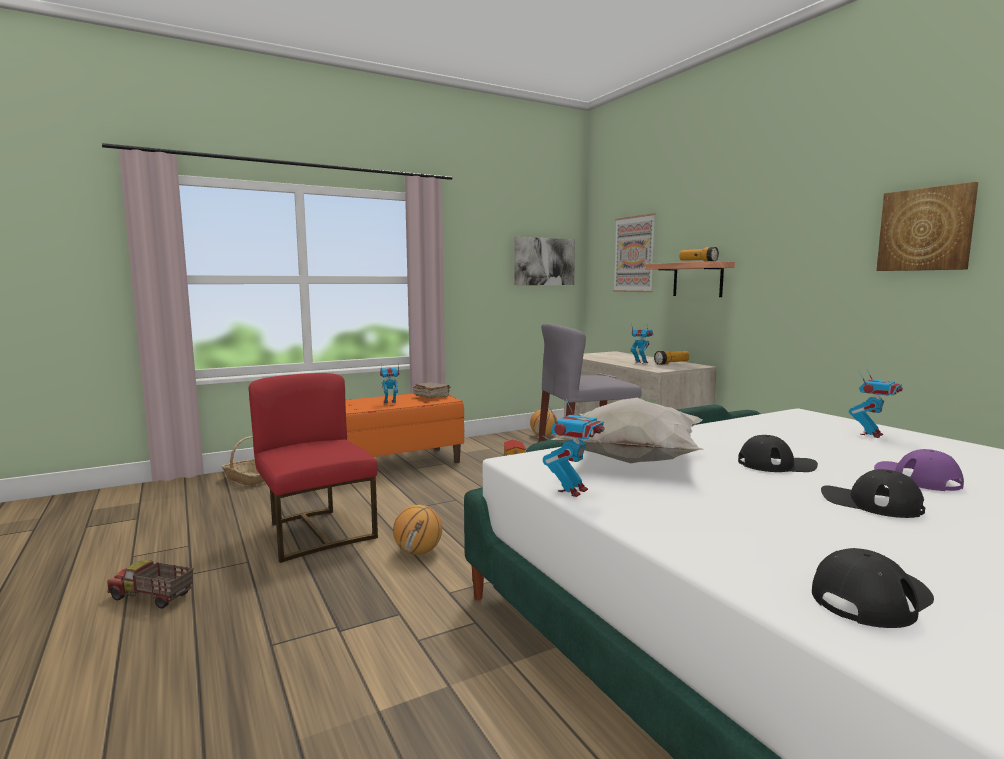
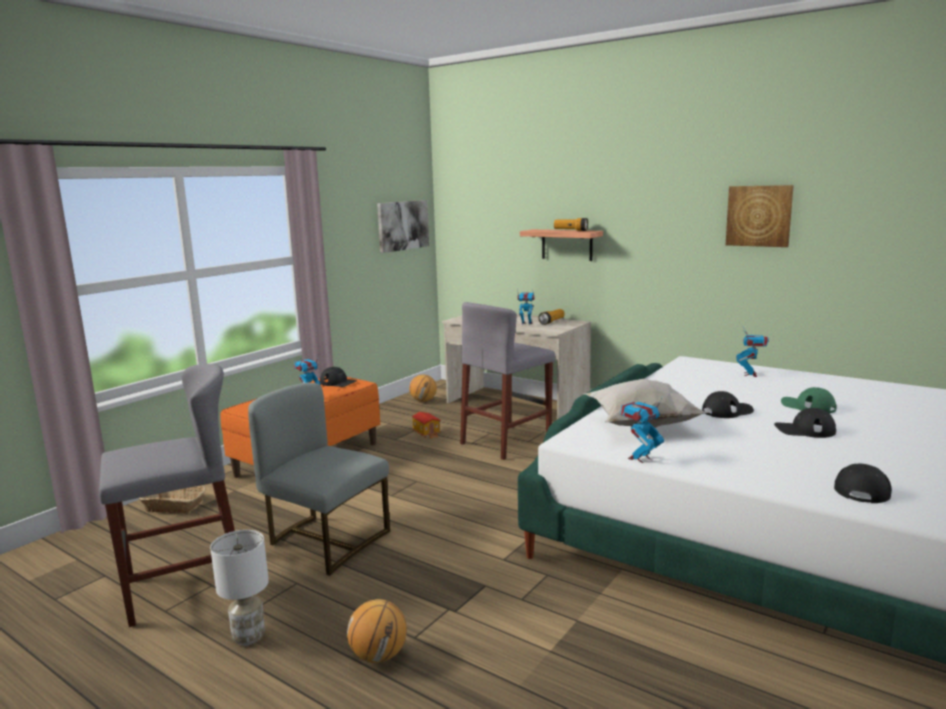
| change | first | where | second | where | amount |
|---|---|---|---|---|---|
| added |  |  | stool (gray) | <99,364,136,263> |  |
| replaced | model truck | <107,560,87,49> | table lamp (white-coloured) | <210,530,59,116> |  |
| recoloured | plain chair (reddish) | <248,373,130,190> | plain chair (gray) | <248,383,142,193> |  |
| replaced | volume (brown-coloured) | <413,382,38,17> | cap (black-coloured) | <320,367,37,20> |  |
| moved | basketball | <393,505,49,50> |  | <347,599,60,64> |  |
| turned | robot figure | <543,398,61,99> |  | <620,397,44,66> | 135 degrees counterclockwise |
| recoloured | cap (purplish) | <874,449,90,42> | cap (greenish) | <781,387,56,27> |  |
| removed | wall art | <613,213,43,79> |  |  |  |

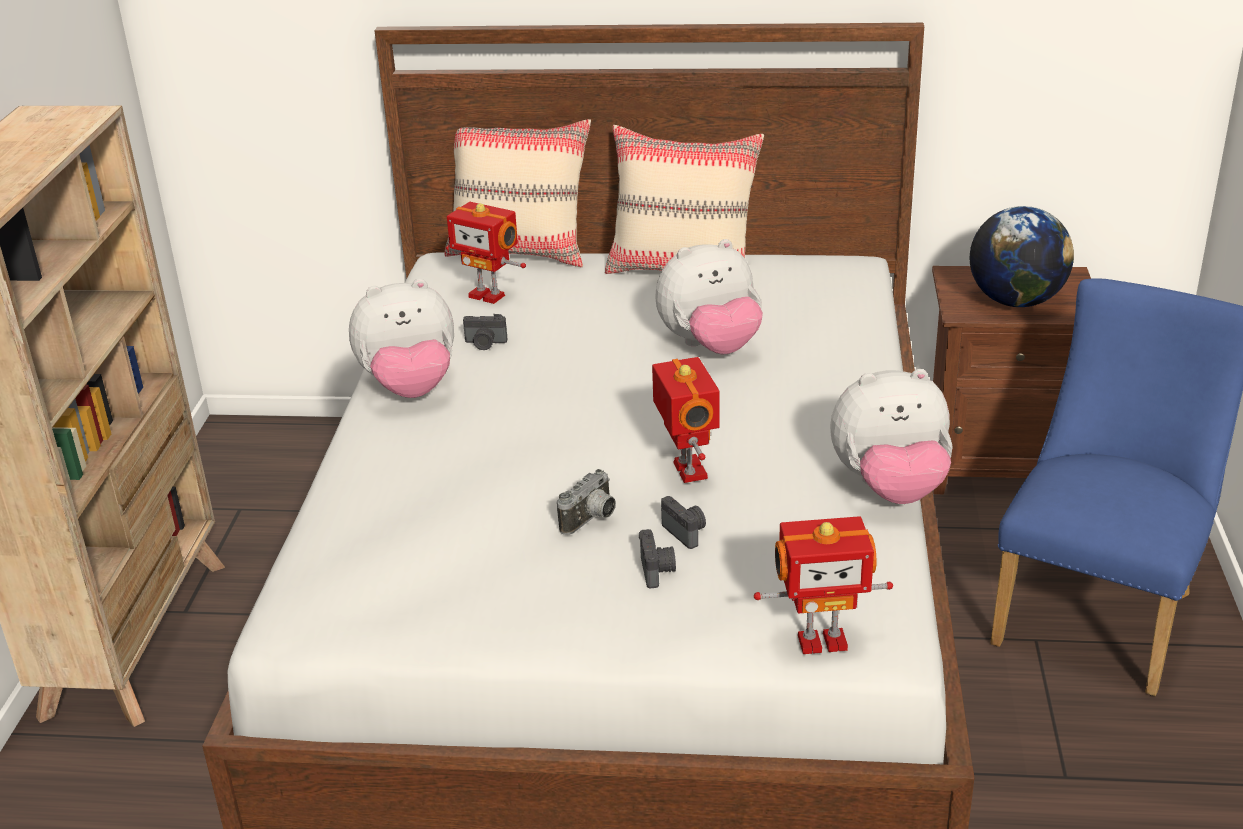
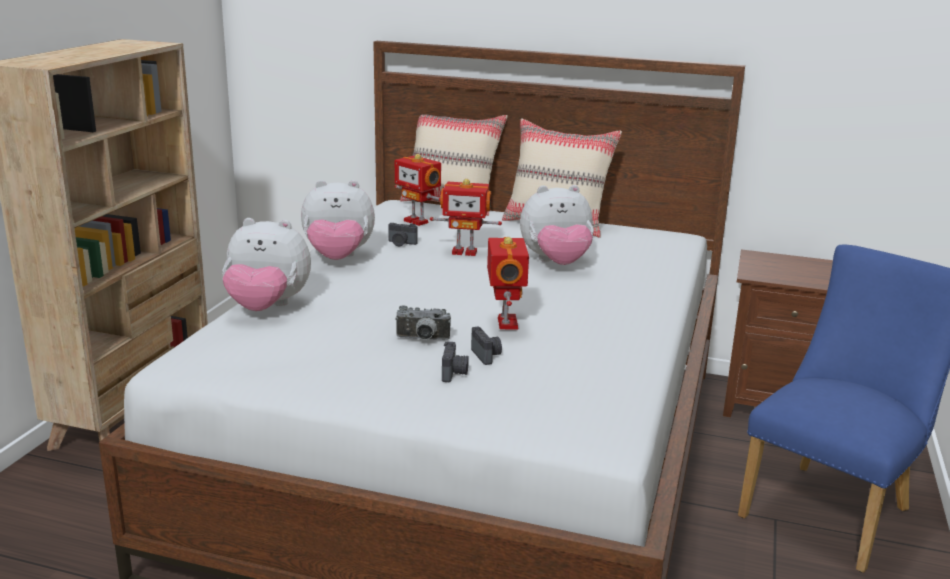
| change | first | where | second | where | amount |
|---|---|---|---|---|---|
| moved | plush toy | <830,369,123,135> |  | <222,218,89,93> |  |
| turned | photo camera | <557,469,59,66> |  | <395,306,56,34> | 45 degrees clockwise |
| moved | robot figure | <754,516,139,138> |  | <430,179,72,77> |  |
| removed | desk globe | <970,206,104,101> |  |  |  |

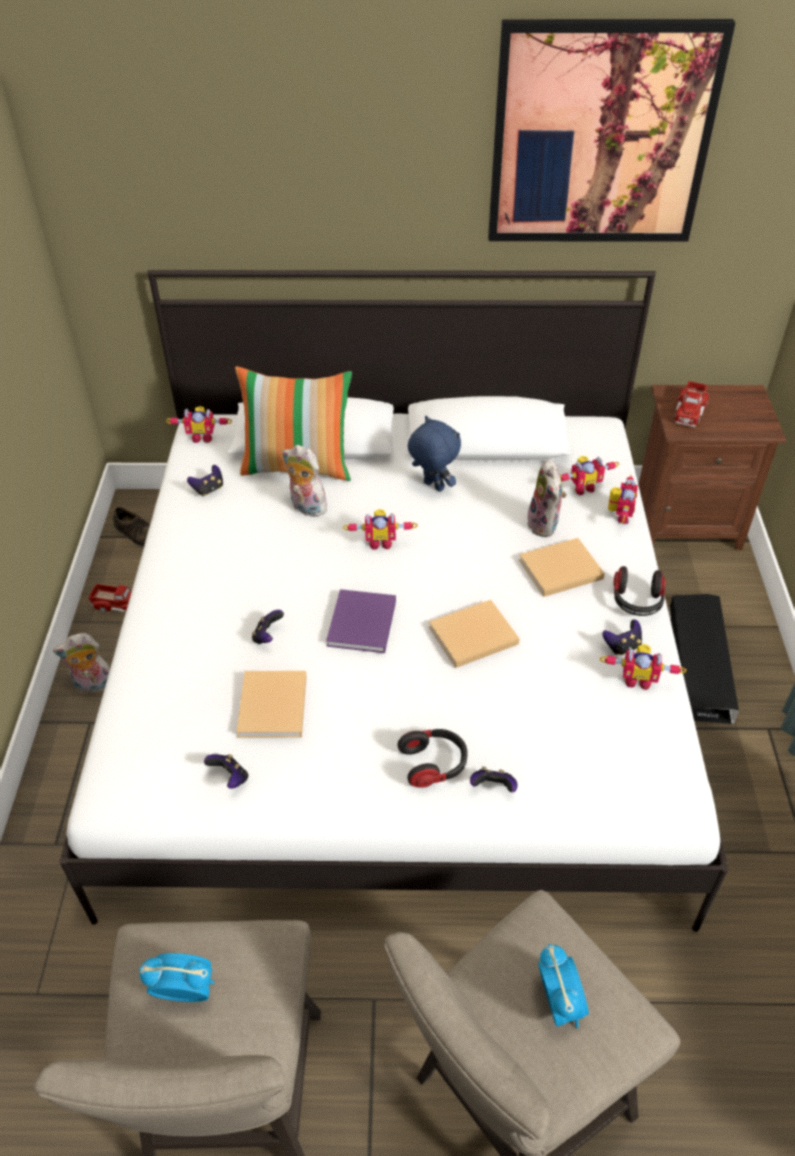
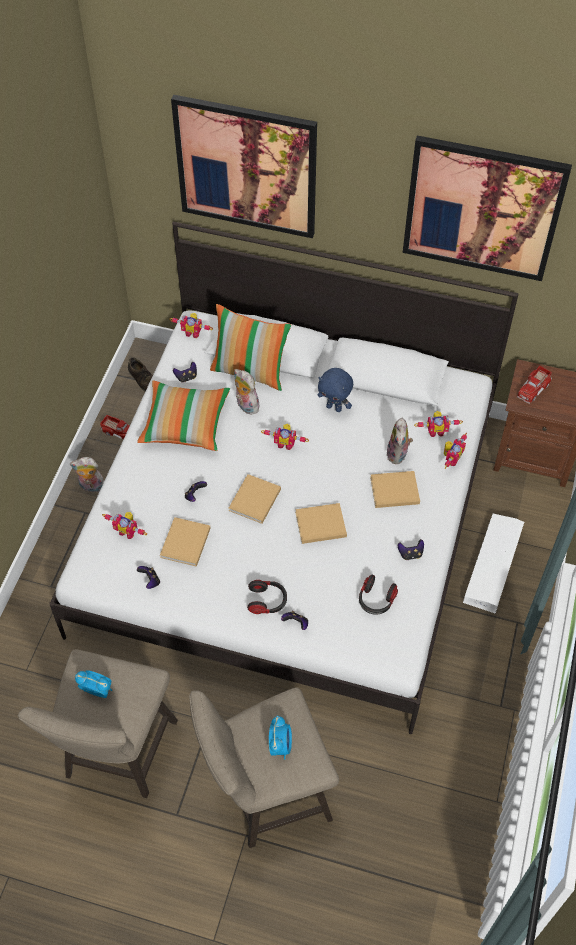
| change | first | where | second | where | amount |
|---|---|---|---|---|---|
| moved | robot figure | <599,644,88,46> |  | <102,512,45,27> |  |
| added |  |  | cushion | <137,381,93,70> |  |
| added |  |  | wall art | <171,95,146,143> |  |
| recoloured | volume (purplish) | <326,589,70,64> | volume (sand-coloured) | <229,474,52,50> |  |
| turned | plush toy (bluish) | <408,416,53,76> |  | <318,368,35,44> | 150 degrees clockwise |
| moved | headset | <613,566,53,50> |  | <359,575,39,40> |  |
| recoloured | storage box (black-coloured) | <669,594,70,131> | storage box (white-coloured) | <463,514,61,100> |  |

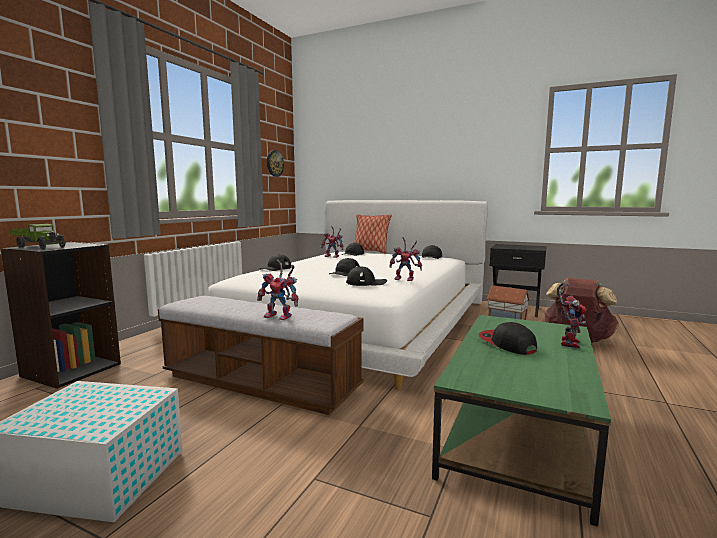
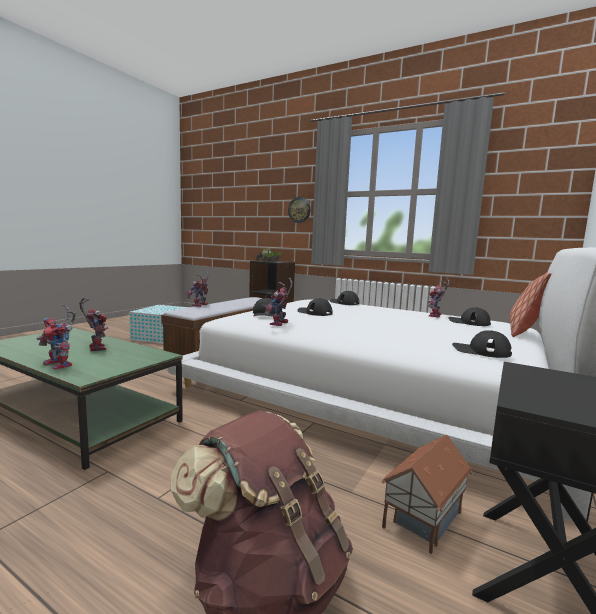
| change | first | where | second | where | amount |
|---|---|---|---|---|---|
| replaced | cap | <479,322,58,33> | robot figure | <79,298,29,53> |  |
| moved | wall clock | <267,150,17,27> |  | <288,197,23,26> |  |

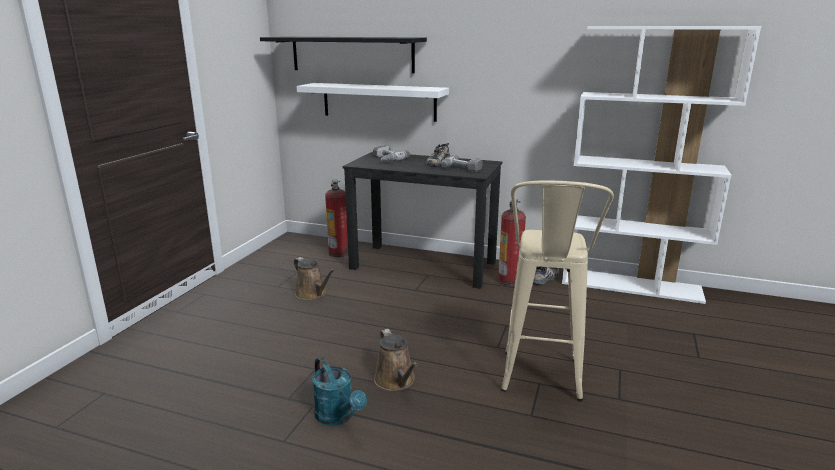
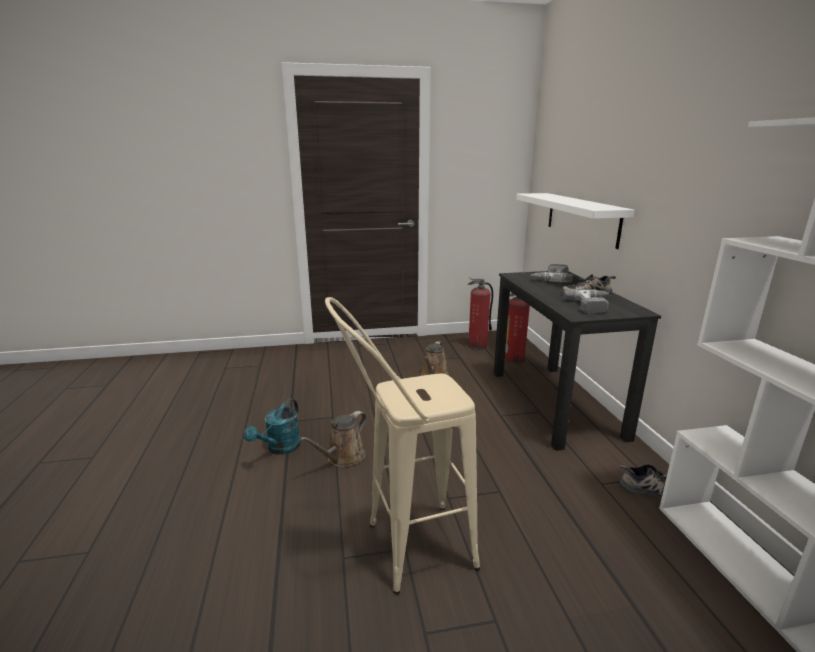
| change | first | where | second | where | amount |
|---|---|---|---|---|---|
| moved | extinguisher | <498,199,28,87> |  | <468,278,25,72> |  |
| removed | bracket shelf (black-coloured) | <260,37,167,37> |  |  |  |

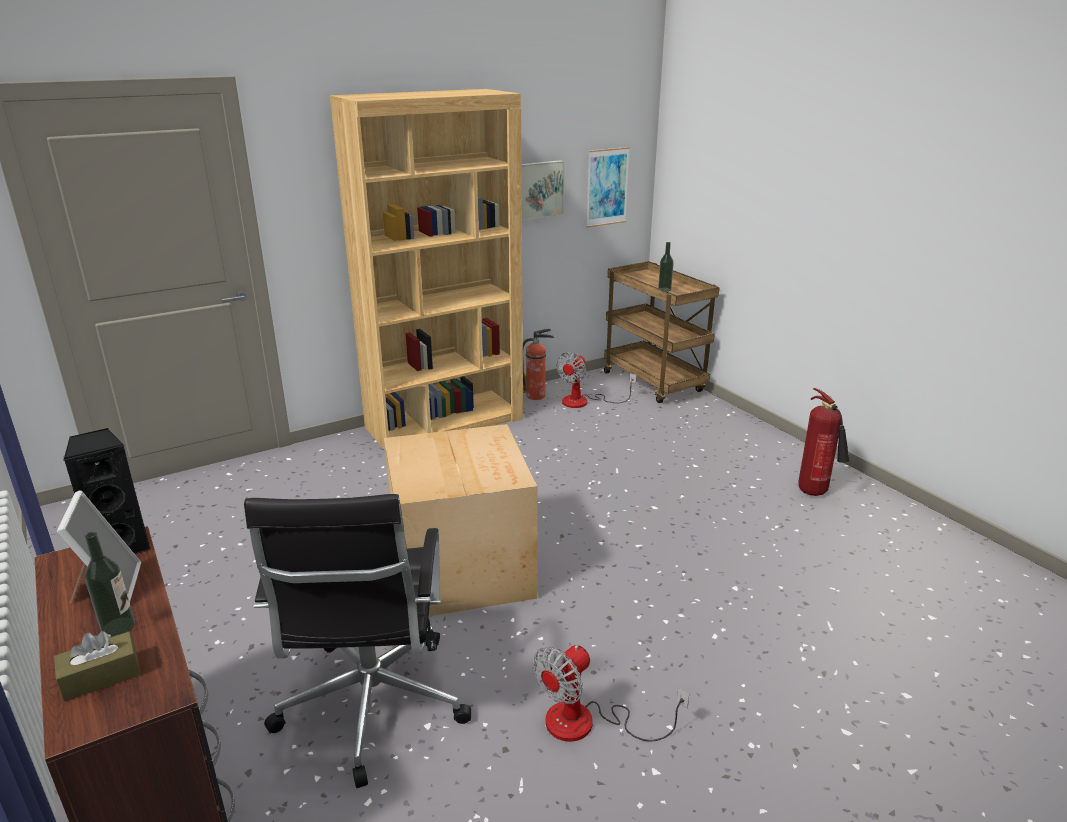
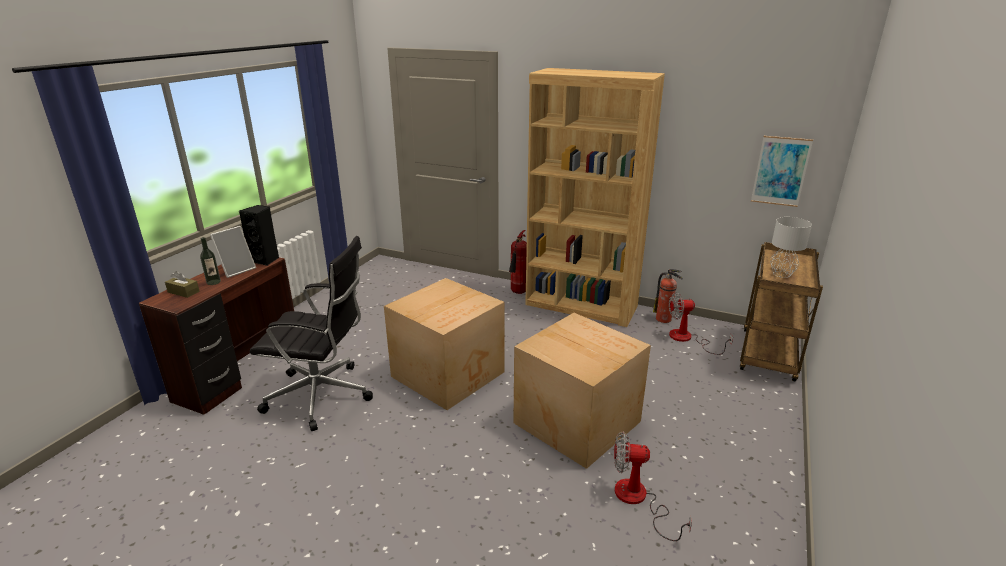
| change | first | where | second | where | amount |
|---|---|---|---|---|---|
| turned | computer chair (black-coloured) | <244,494,227,294> |  | <250,236,123,195> | 135 degrees counterclockwise |
| moved | extinguisher | <799,388,50,108> |  | <509,230,18,64> |  |
| added |  |  | packing box | <513,313,138,156> |  |
| moved | cooling fan | <533,645,156,97> |  | <614,432,78,109> |  |
| replaced | beverage bottle | <658,242,16,50> | table lamp (gray) | <770,217,42,61> |  |
| removed | wall art | <521,160,44,61> |  |  |  |

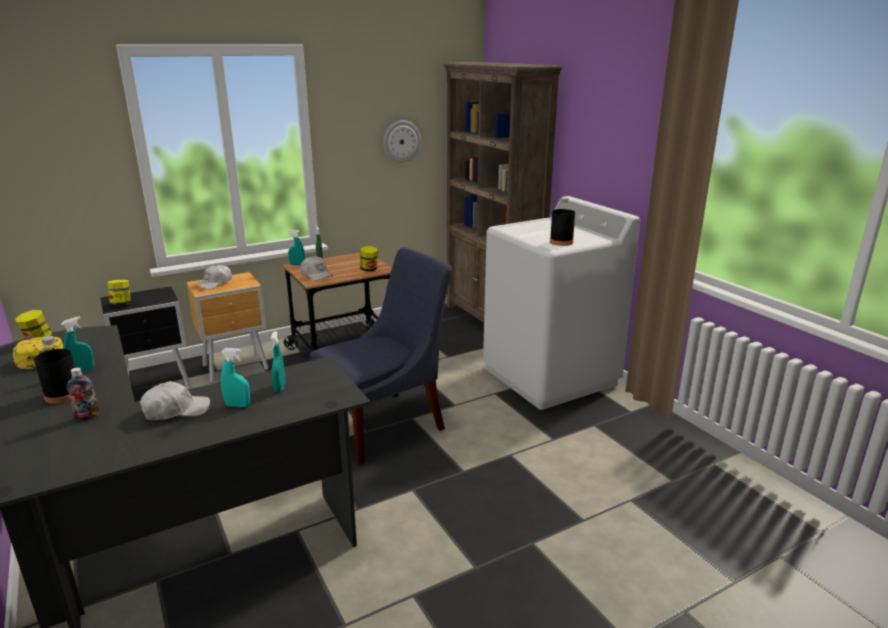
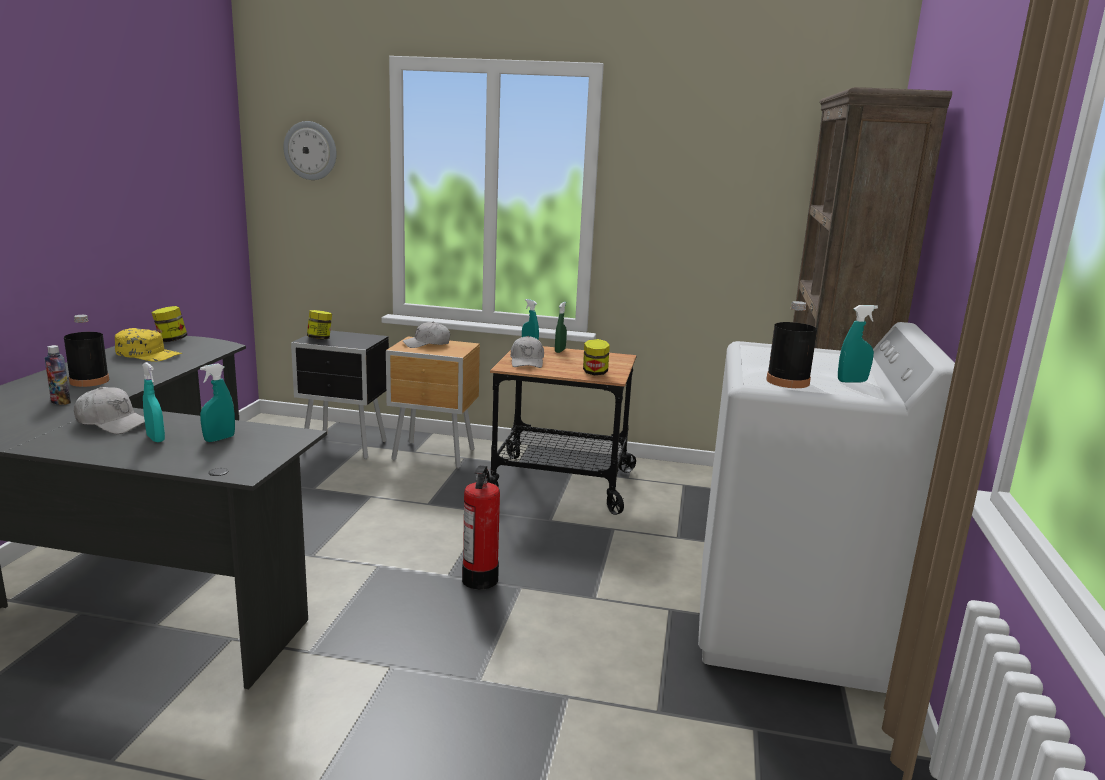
| change | first | where | second | where | amount |
|---|---|---|---|---|---|
| moved | wall clock | <383,120,38,43> |  | <283,121,54,59> |  |
| replaced | plain chair (bluish) | <309,247,143,217> | extinguisher | <462,466,38,124> |  |
| moved | spray bottle (turquoise-coloured) | <61,316,33,57> |  | <838,305,40,77> |  |

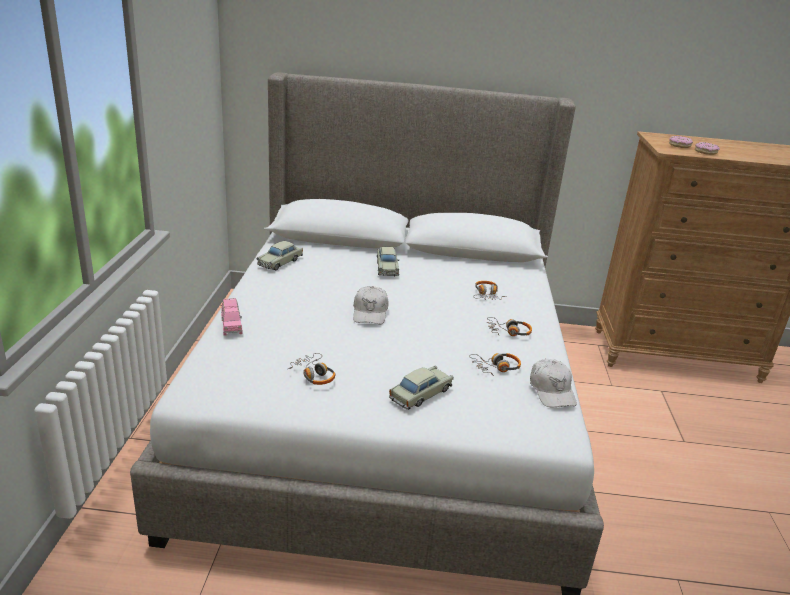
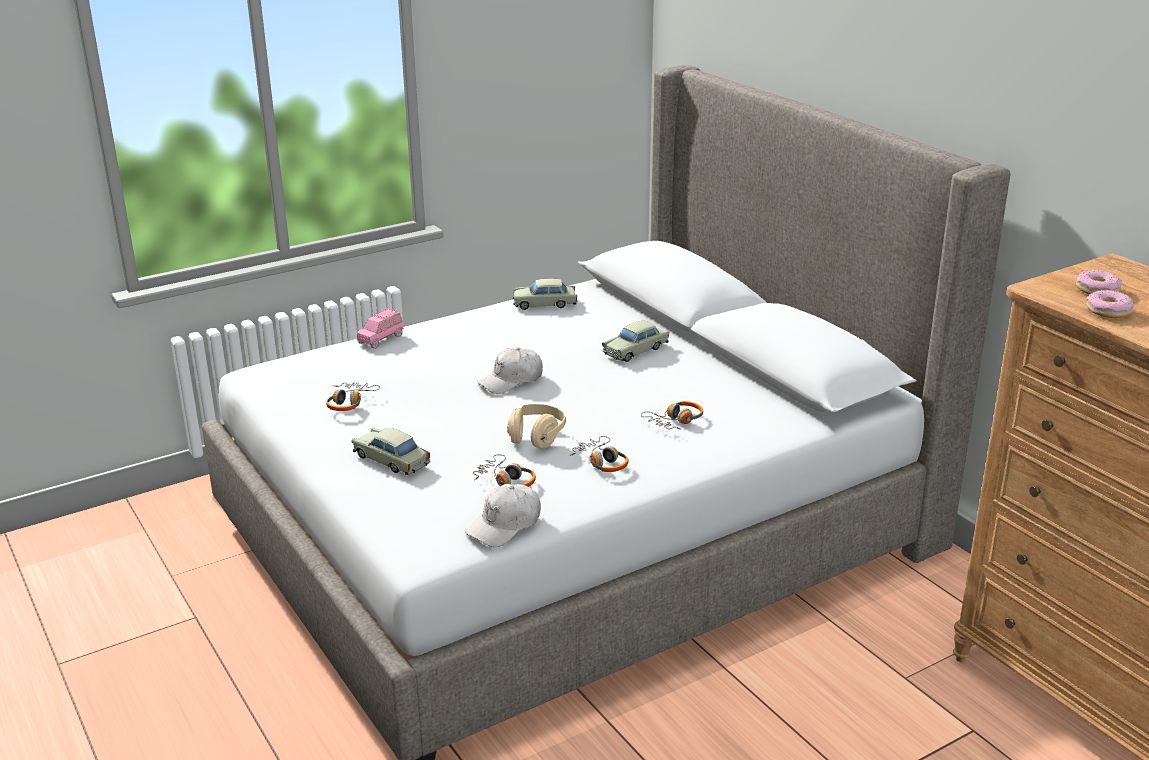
| change | first | where | second | where | amount |
|---|---|---|---|---|---|
| turned | model car (sand-coloured) | <389,366,65,44> |  | <351,428,79,47> | 150 degrees counterclockwise |
| added |  |  | headset (sand-coloured) | <507,404,59,45> |  |

